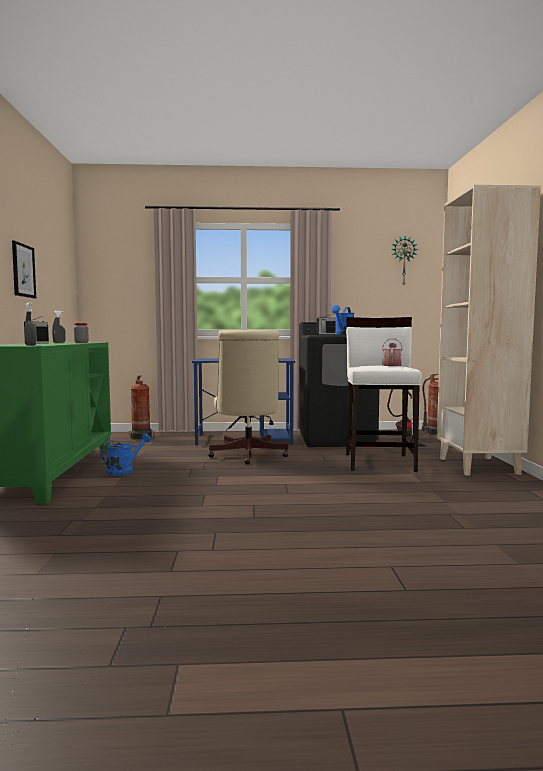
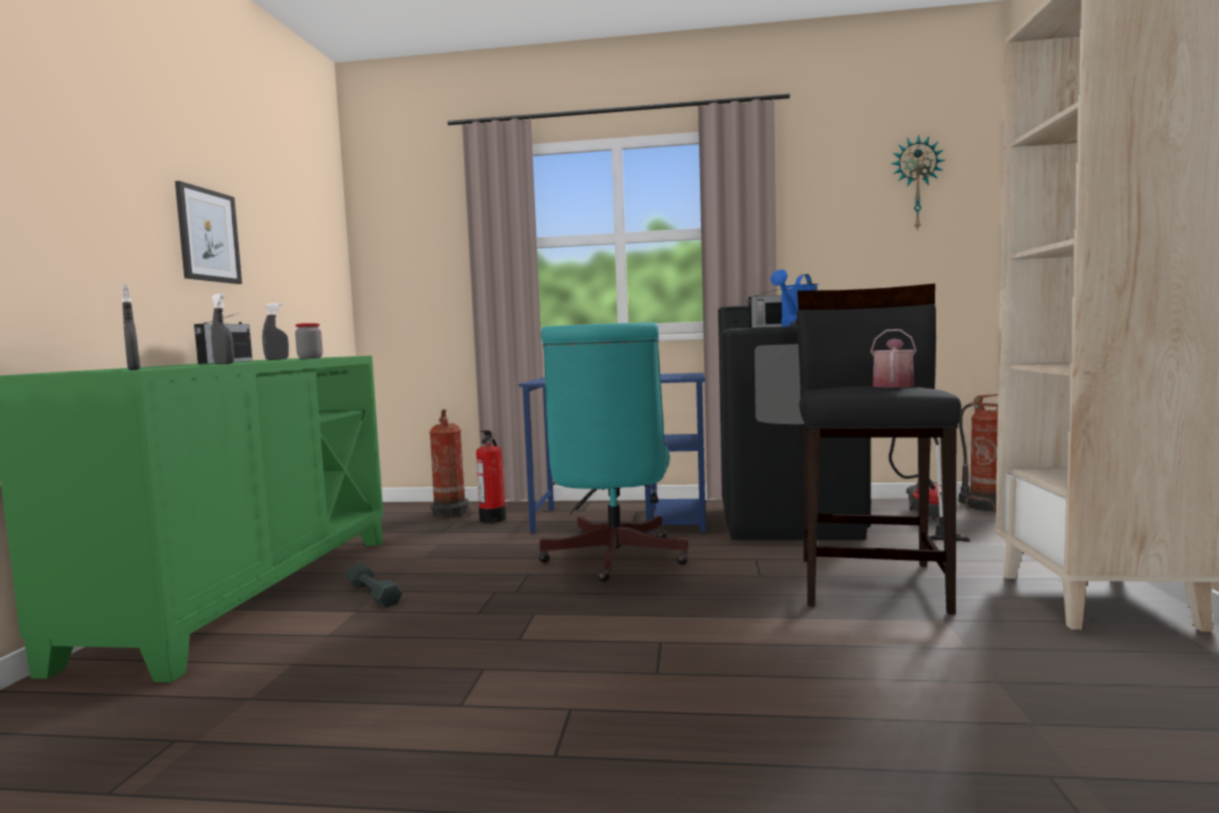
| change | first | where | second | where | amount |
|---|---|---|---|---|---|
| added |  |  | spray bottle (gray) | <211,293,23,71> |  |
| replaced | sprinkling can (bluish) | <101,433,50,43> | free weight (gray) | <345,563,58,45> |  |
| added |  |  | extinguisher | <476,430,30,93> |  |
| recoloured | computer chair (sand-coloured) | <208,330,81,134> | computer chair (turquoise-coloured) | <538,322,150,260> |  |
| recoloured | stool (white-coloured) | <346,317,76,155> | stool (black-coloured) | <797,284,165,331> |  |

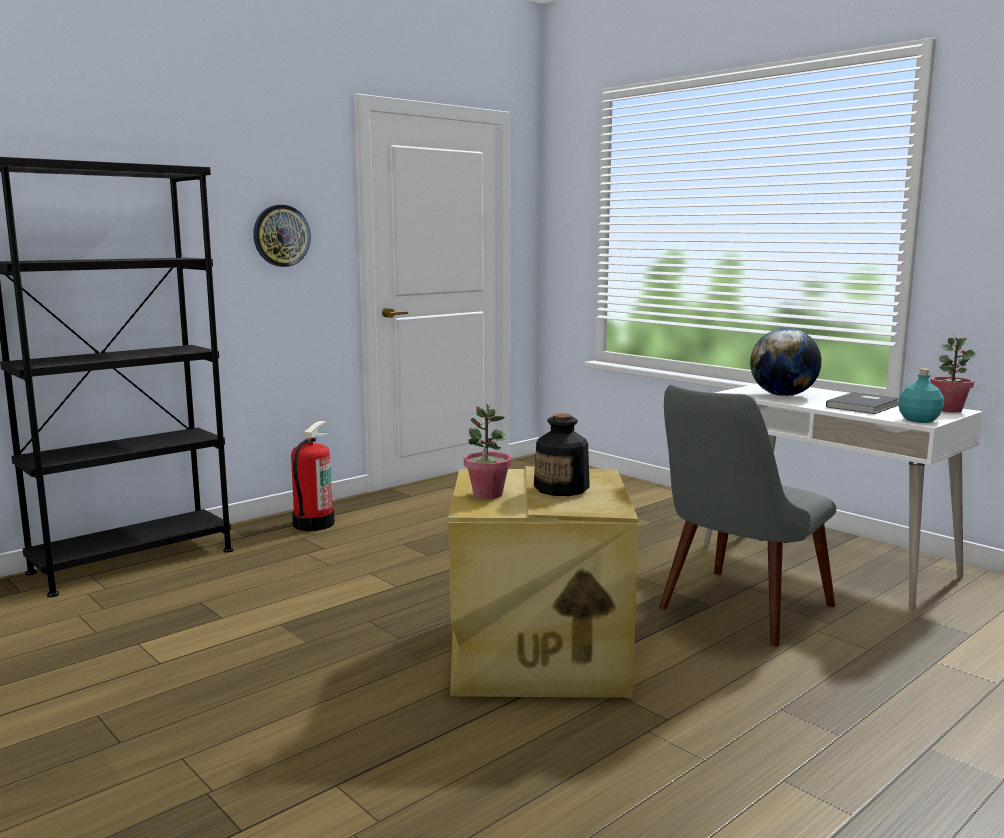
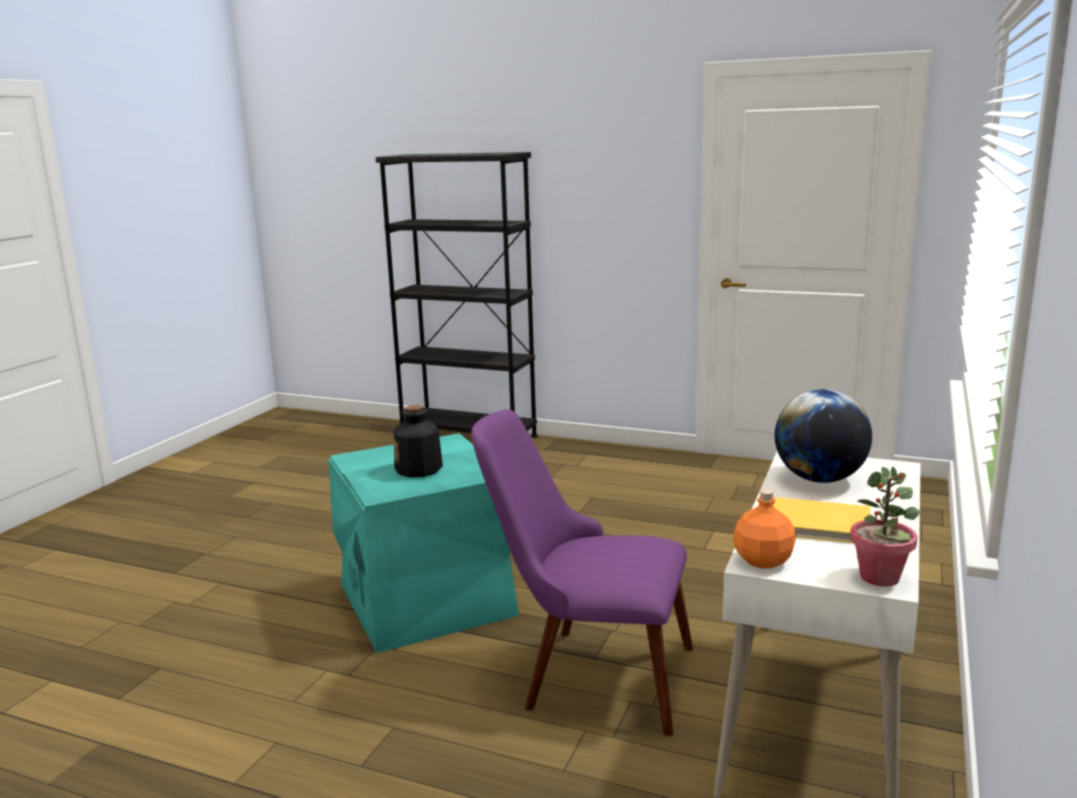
| change | first | where | second | where | amount |
|---|---|---|---|---|---|
| recoloured | storage box (sand-coloured) | <448,466,190,232> | storage box (turquoise-coloured) | <328,433,191,220> |  |
| recoloured | plain chair (gray) | <659,385,177,262> | plain chair (purplish) | <471,409,222,327> |  |
| recoloured | beverage bottle (turquoise-coloured) | <898,368,46,55> | beverage bottle (orange) | <733,489,63,80> |  |
| recoloured | volume (gray) | <826,392,73,22> | volume (yellow-coloured) | <773,497,98,46> |  |
| removed | wall clock | <253,205,58,62> |  |  |  |
| removed | extinguisher | <291,421,44,110> |  |  |  |
| removed | plant in a pot | <464,403,48,96> |  |  |  |

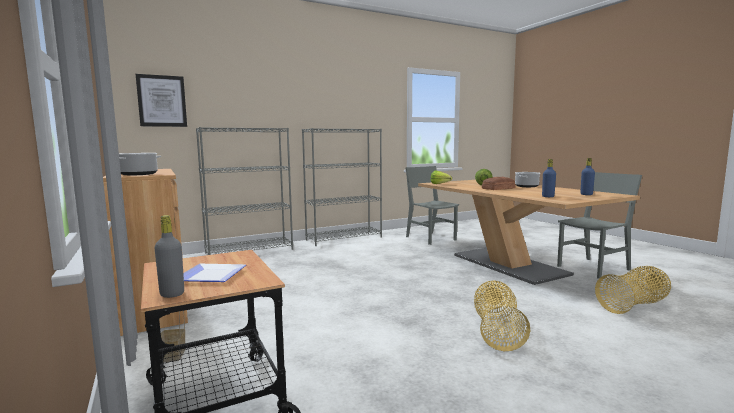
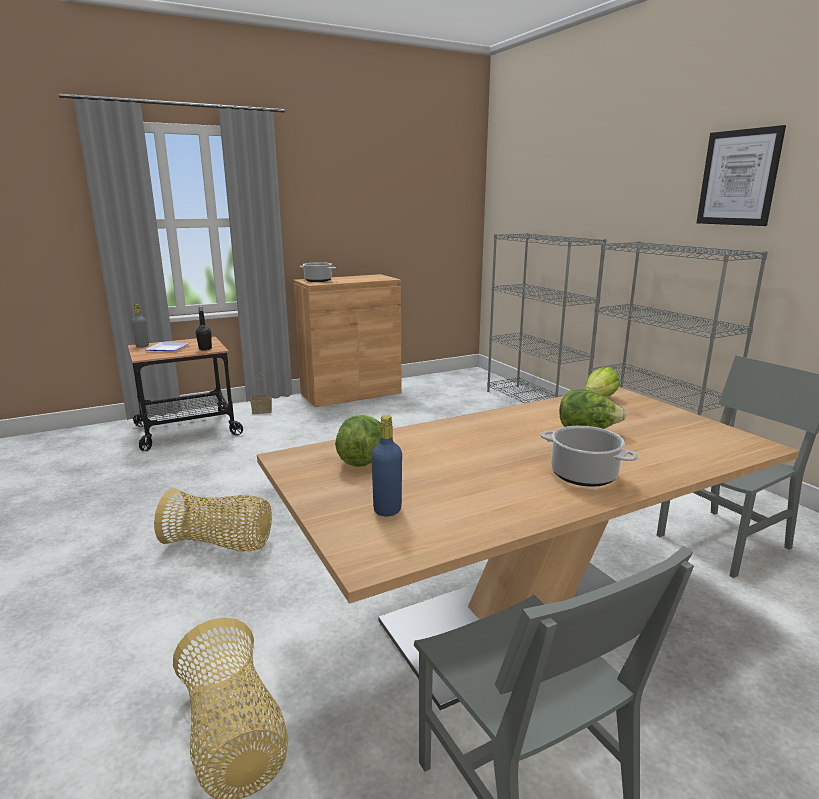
| change | first | where | second | where | amount |
|---|---|---|---|---|---|
| added |  |  | beverage bottle (black-coloured) | <196,306,16,45> |  |
| replaced | beverage bottle (bluish) | <542,159,14,38> | head of lettuce | <335,415,46,52> |  |
| moved | wall art | <136,74,51,53> |  | <697,125,89,101> |  |
| removed | baked bread | <482,177,34,13> |  |  |  |

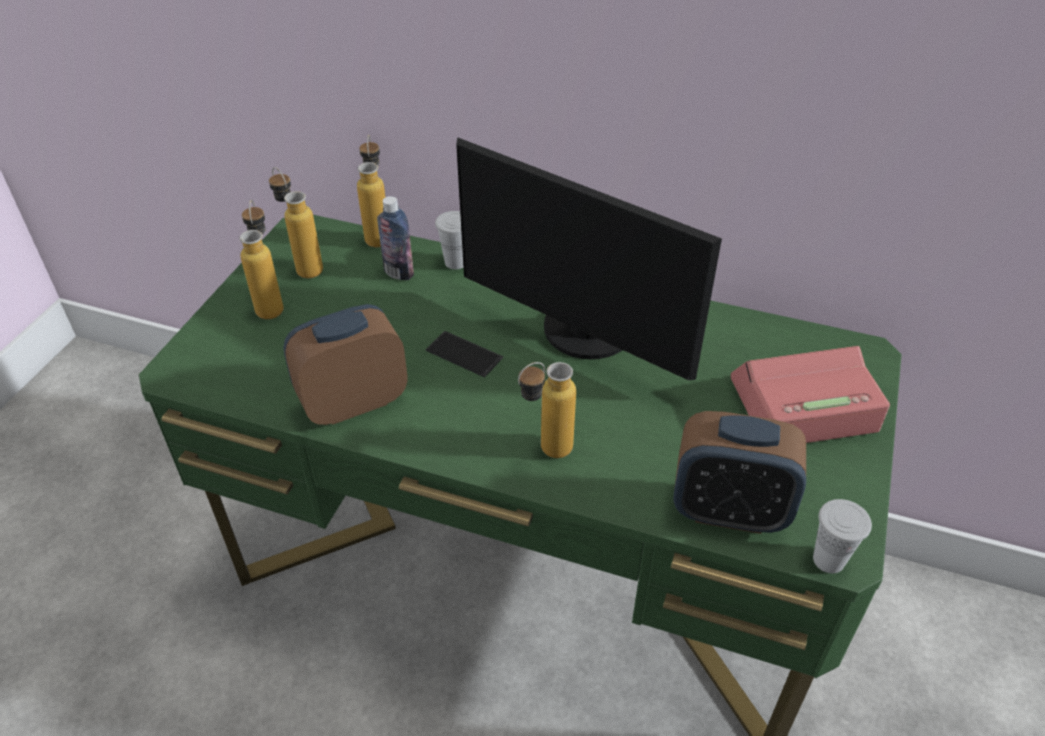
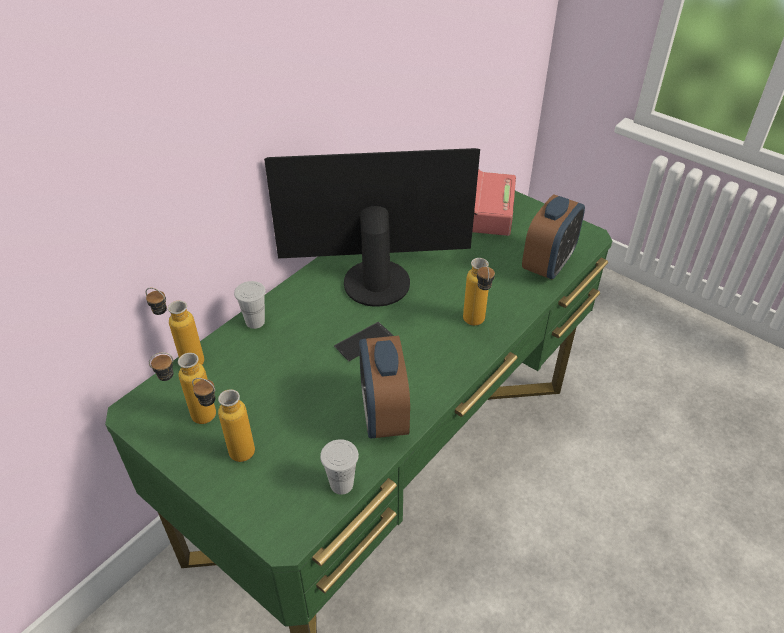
| change | first | where | second | where | amount |
|---|---|---|---|---|---|
| turned | monitor | <456,137,266,243> |  | <264,148,216,159> | 150 degrees counterclockwise |
| moved | small cup (white-coloured) | <813,499,59,74> |  | <320,439,39,56> |  |
| removed | beverage bottle | <377,196,37,84> |  |  |  |

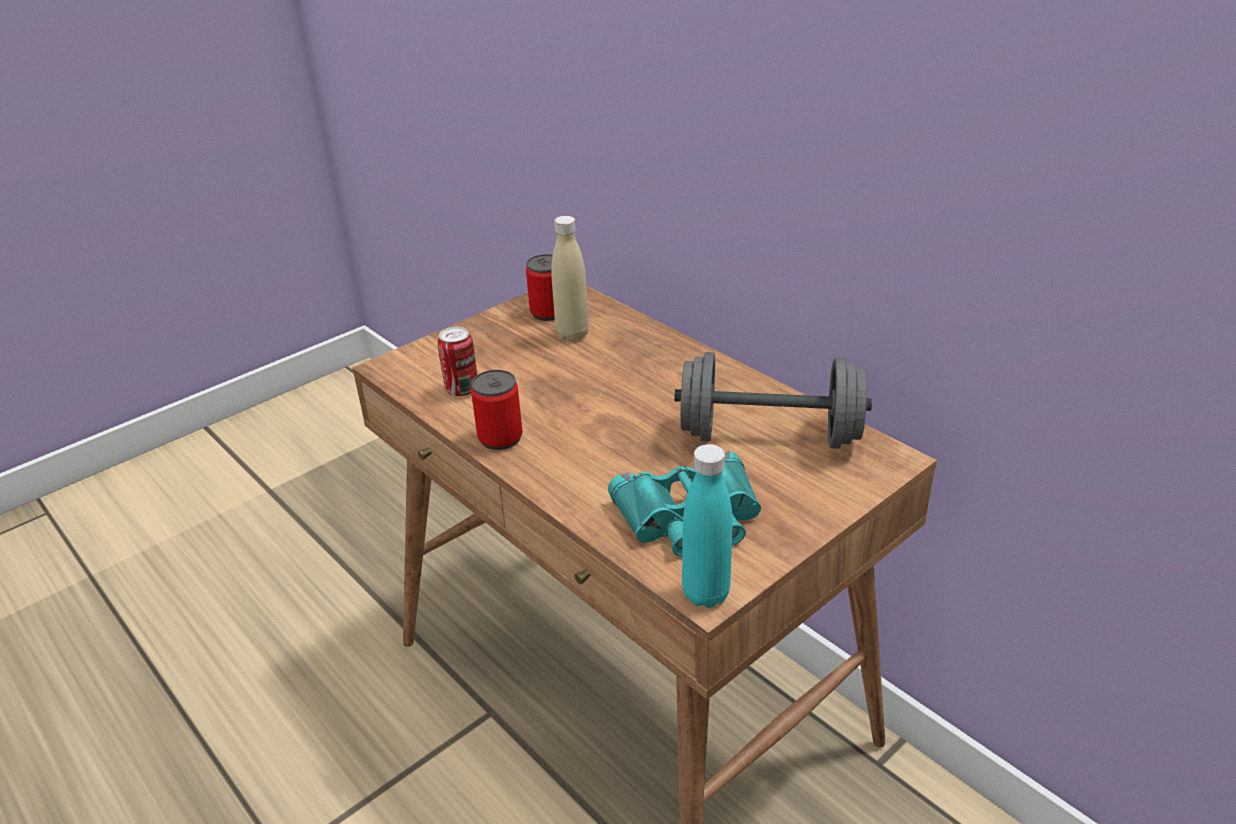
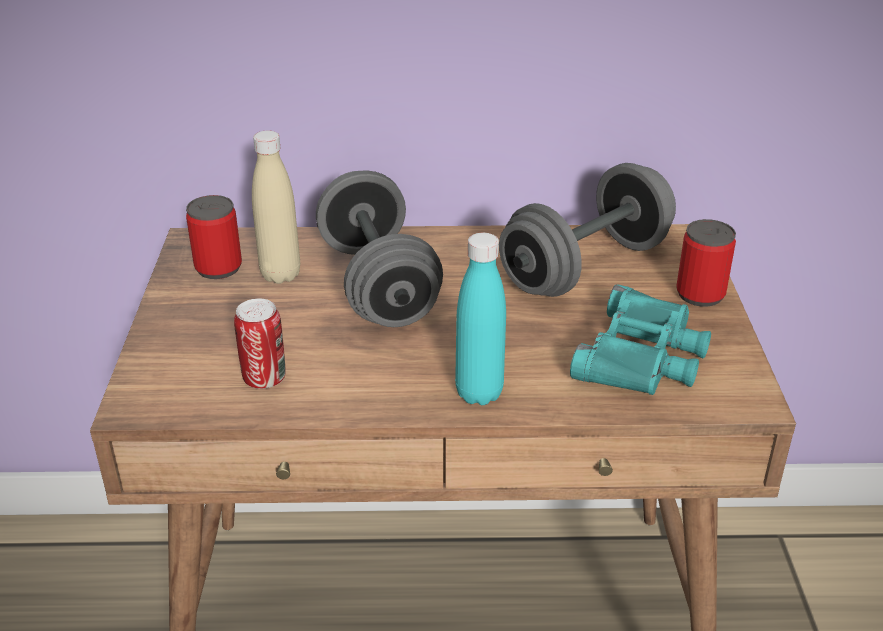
| change | first | where | second | where | amount |
|---|---|---|---|---|---|
| added |  |  | free weight (gray) | <316,170,127,157> |  |
| moved | beverage bottle (turquoise-coloured) | <682,444,51,164> |  | <455,233,51,172> |  |
| moved | metal can | <471,370,52,80> |  | <676,219,60,88> |  |

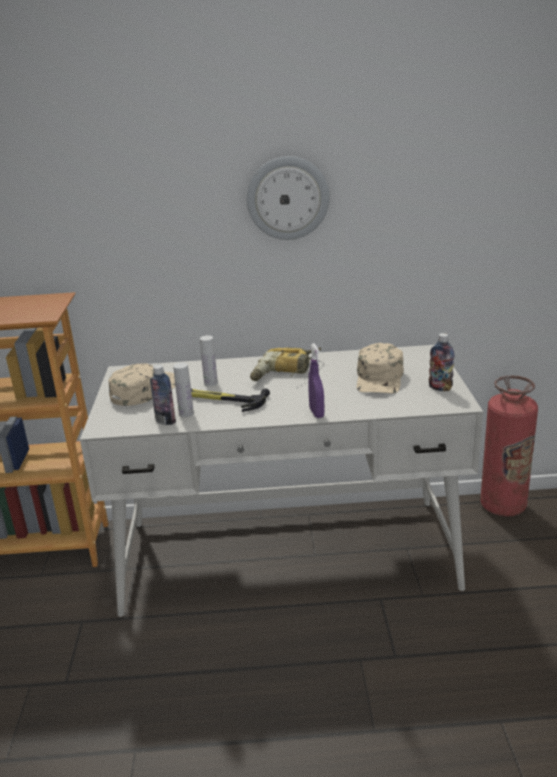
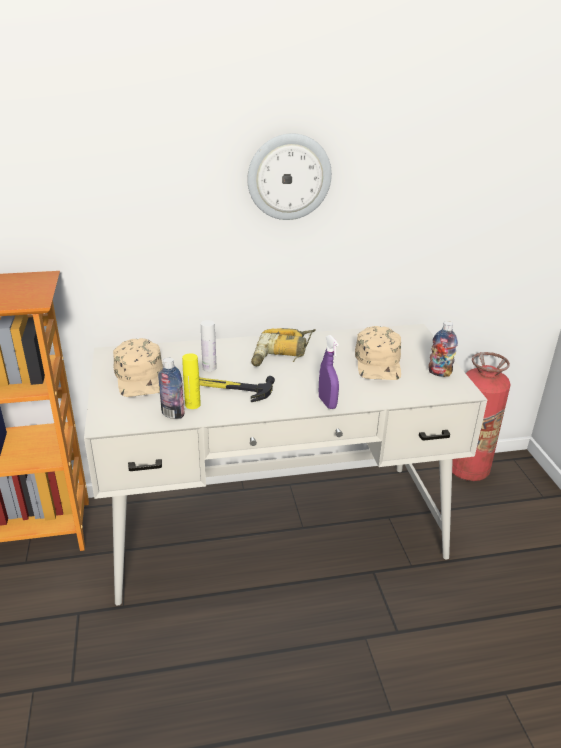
| change | first | where | second | where | amount |
|---|---|---|---|---|---|
| turned | cap (sand-coloured) | <109,363,66,43> |  | <113,338,50,59> | 135 degrees clockwise |
| recoloured | beverage bottle (white-coloured) | <173,362,21,55> | beverage bottle (yellow-coloured) | <182,353,19,56> |  |

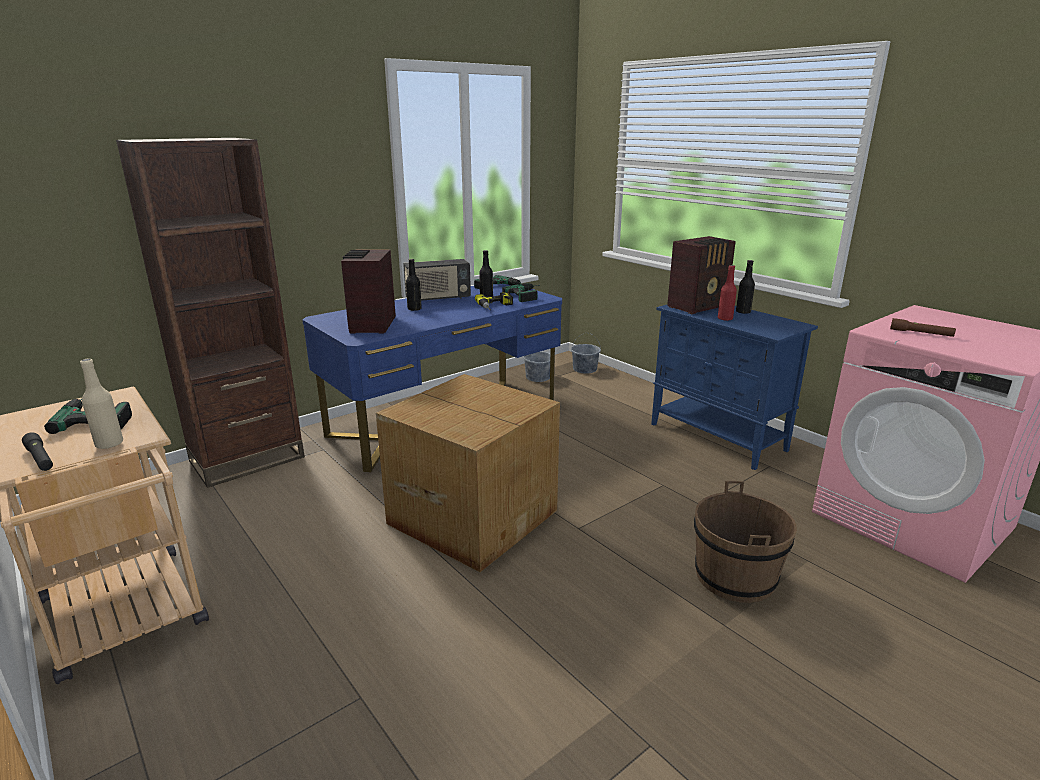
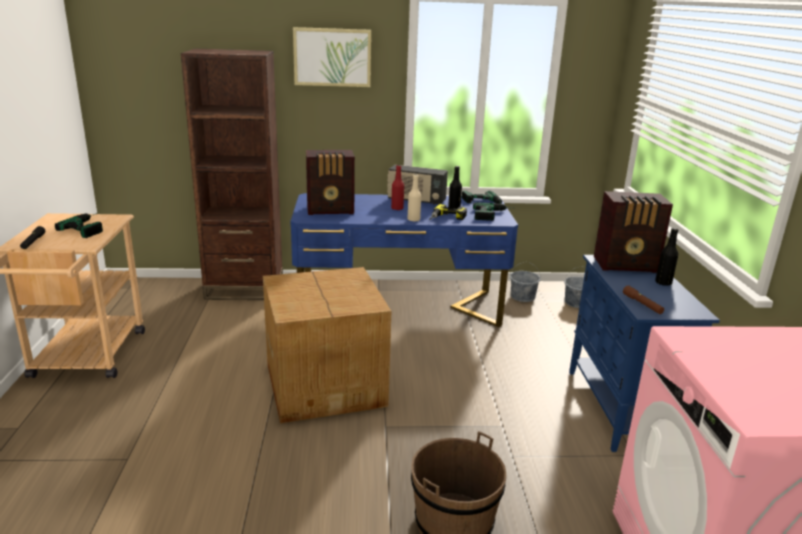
| change | first | where | second | where | amount |
|---|---|---|---|---|---|
| added |  |  | wall art | <293,27,78,60> |  |
| turned | radio | <341,250,55,83> |  | <306,150,49,65> | 135 degrees counterclockwise |
| moved | beverage bottle (reddish) | <718,265,19,56> |  | <391,165,13,45> |  |
| moved | beverage bottle (sand-coloured) | <80,359,43,90> |  | <408,174,13,47> |  |
| moved | flashlight (brown-coloured) | <890,318,66,19> |  | <623,285,41,29> |  |
| removed | beverage bottle (black-coloured) | <406,259,16,52> |  |  |  |

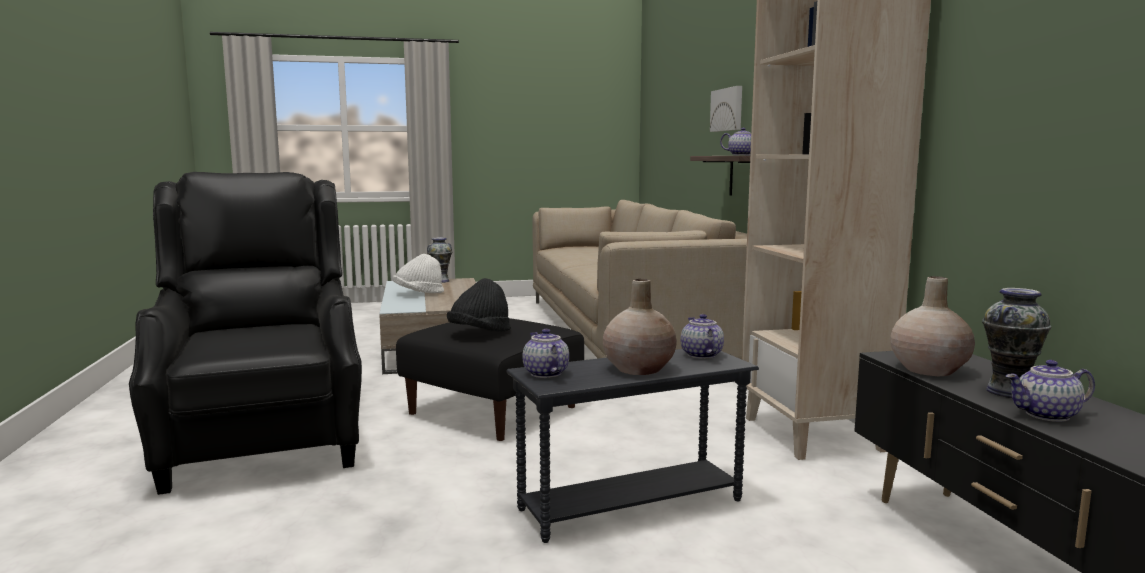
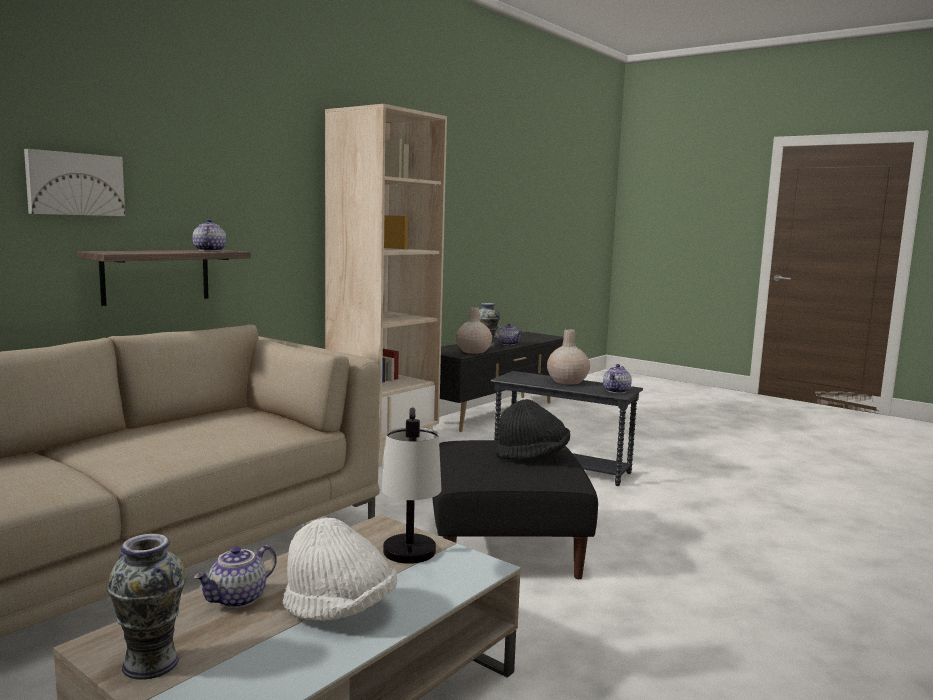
| change | first | where | second | where | amount |
|---|---|---|---|---|---|
| moved | pot for tea | <680,314,44,45> |  | <193,545,84,63> |  |
| added |  |  | table lamp | <382,407,59,157> |  |
| removed | easy chair (black-coloured) | <129,172,233,323> |  |  |  |

